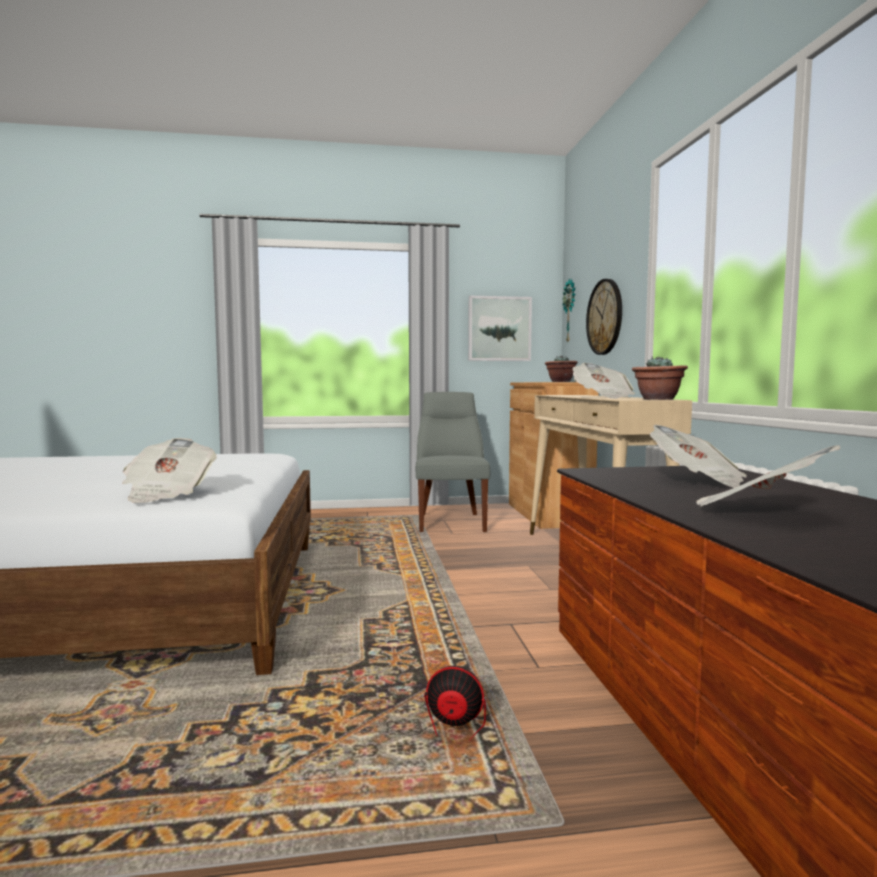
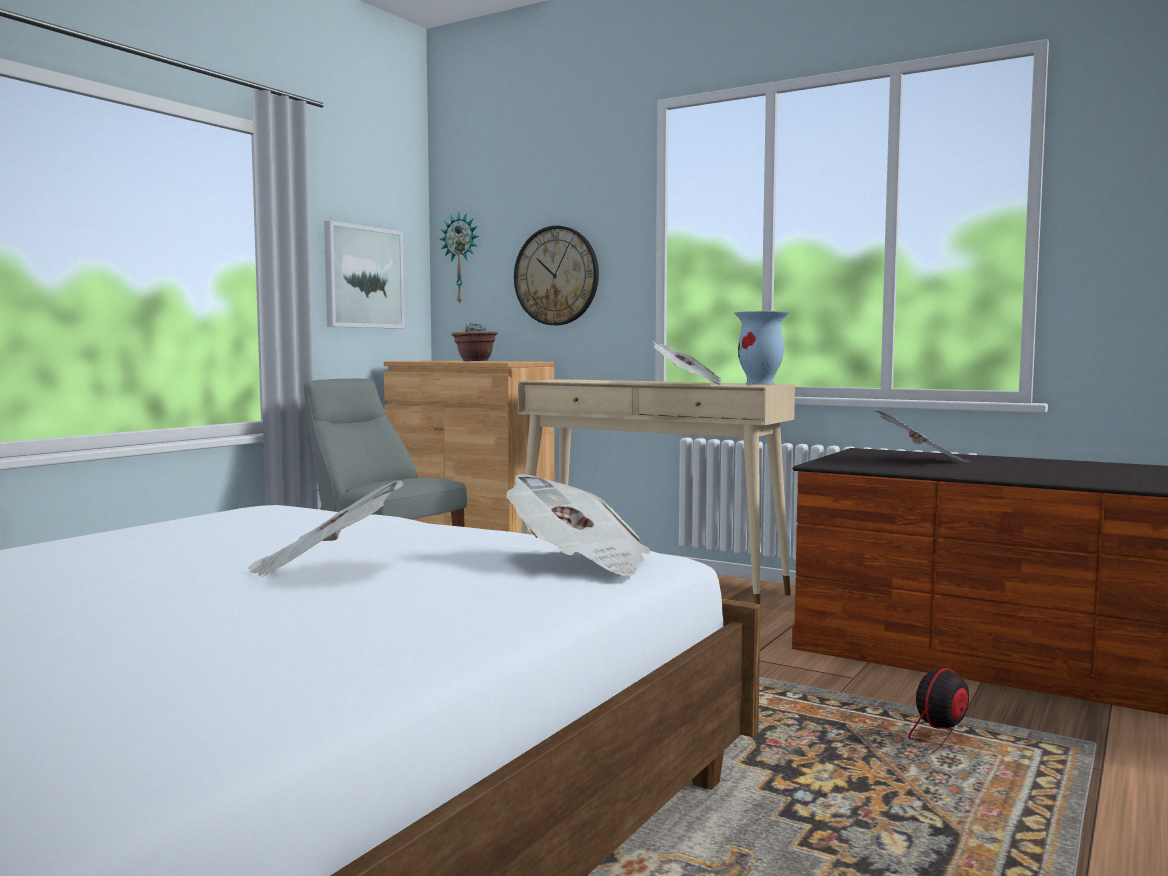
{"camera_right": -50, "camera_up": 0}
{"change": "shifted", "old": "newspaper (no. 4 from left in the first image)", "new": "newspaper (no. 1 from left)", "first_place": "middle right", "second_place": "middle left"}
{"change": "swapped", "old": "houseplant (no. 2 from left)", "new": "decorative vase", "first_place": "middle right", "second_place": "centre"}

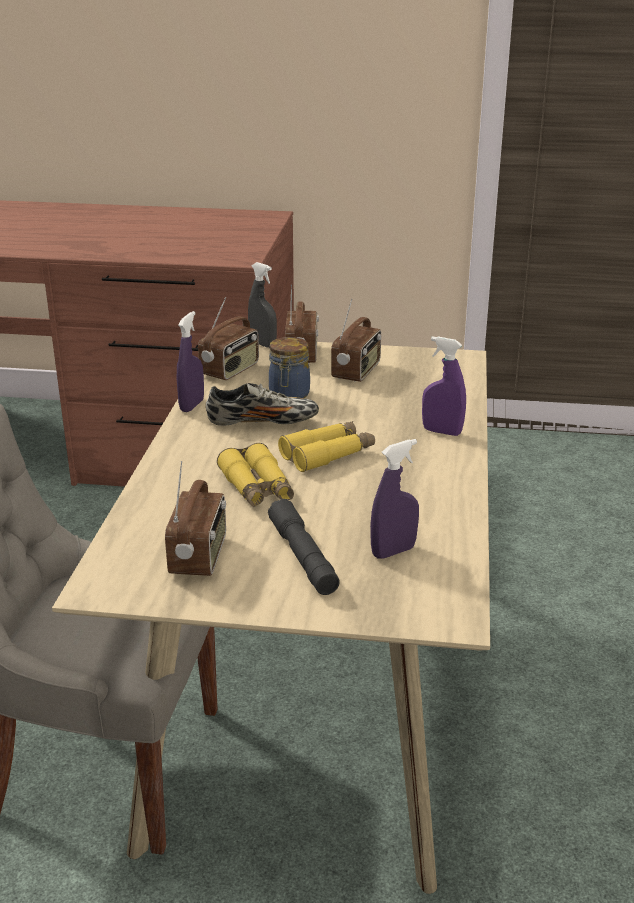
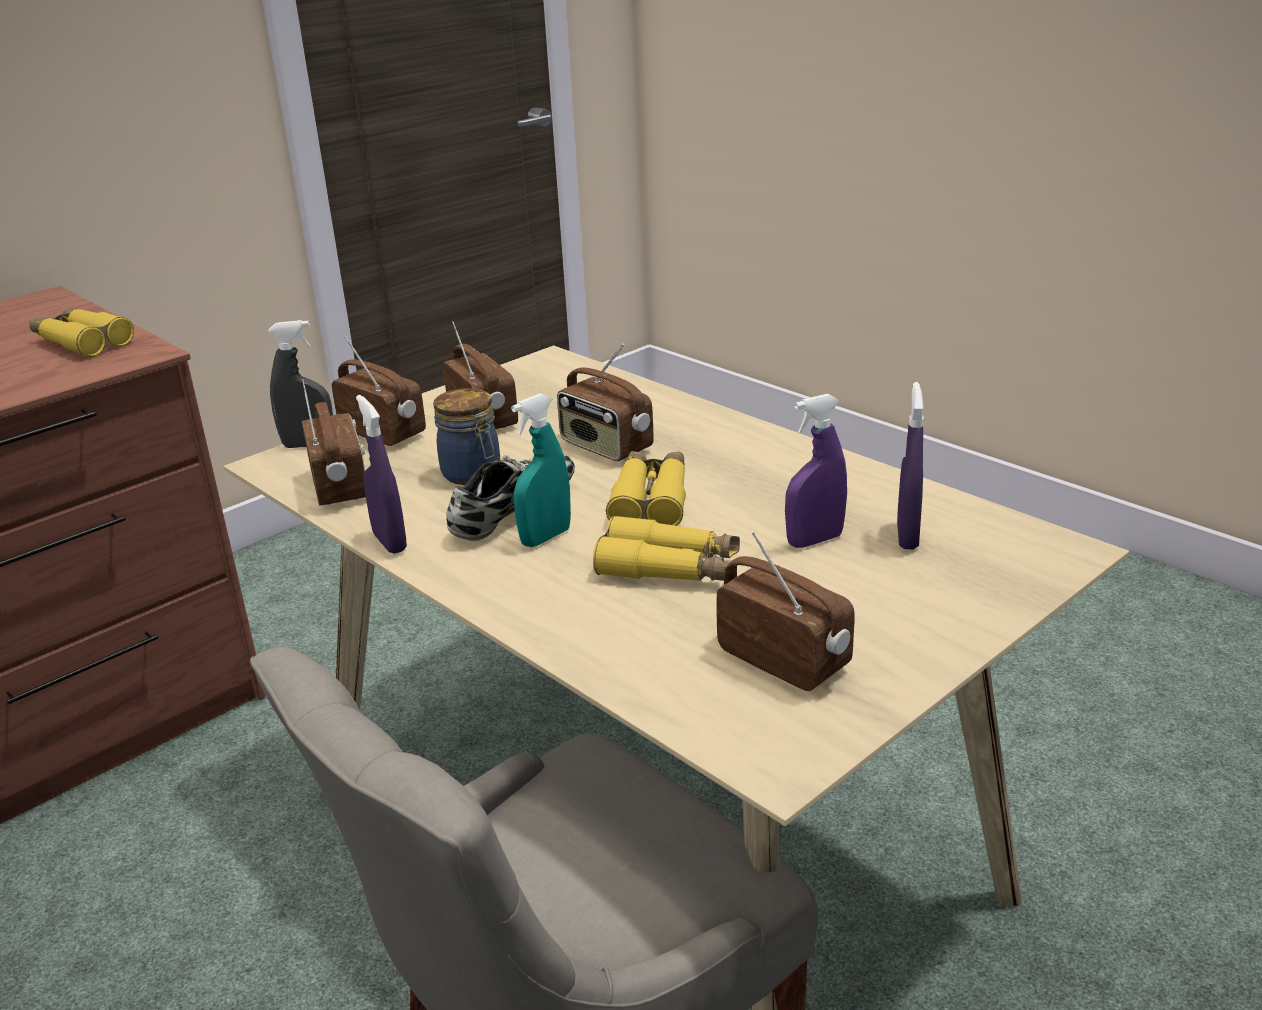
{"camera_right": -50, "camera_up": 0}
{"change": "gone", "old": "torch (gray)", "first_place": "centre"}
{"change": "new", "new": "field glasses (yellow) (no. 1 from left)", "second_place": "top left"}
{"change": "new", "new": "hand sprayer (turquoise-coloured)", "second_place": "centre"}
{"change": "new", "new": "radio (no. 4 from left)", "second_place": "centre"}
{"change": "shifted", "old": "hand sprayer (purple) (no. 3 from left in the first image)", "new": "hand sprayer (purple) (no. 2 from left)", "first_place": "middle right", "second_place": "centre"}

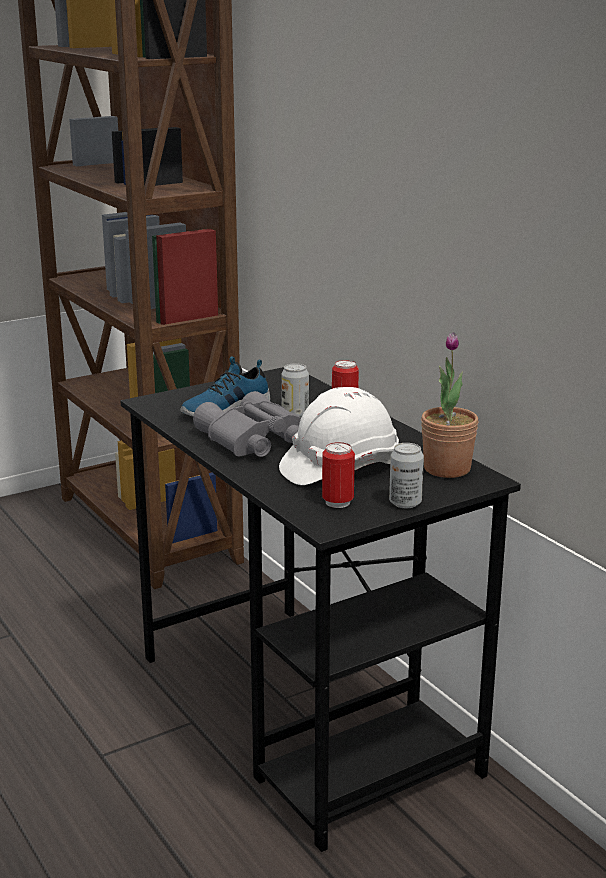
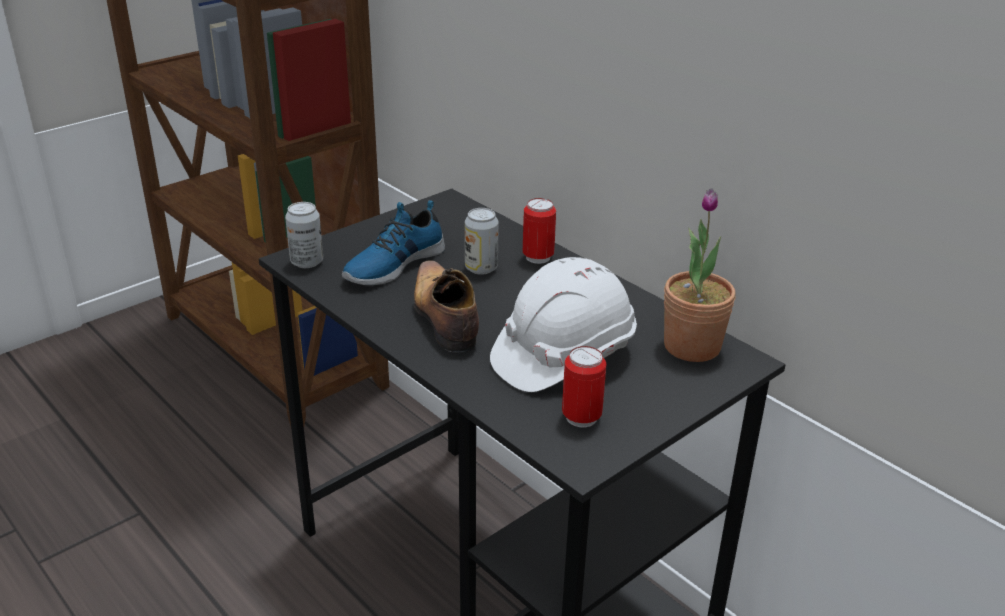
{"camera_right": -10, "camera_up": 10}
{"change": "shifted", "old": "can (no. 4 from left in the first image)", "new": "can (no. 1 from left)", "first_place": "middle right", "second_place": "middle left"}
{"change": "swapped", "old": "field glasses (gray)", "new": "low shoe (no. 2 from left)", "first_place": "centre", "second_place": "centre"}

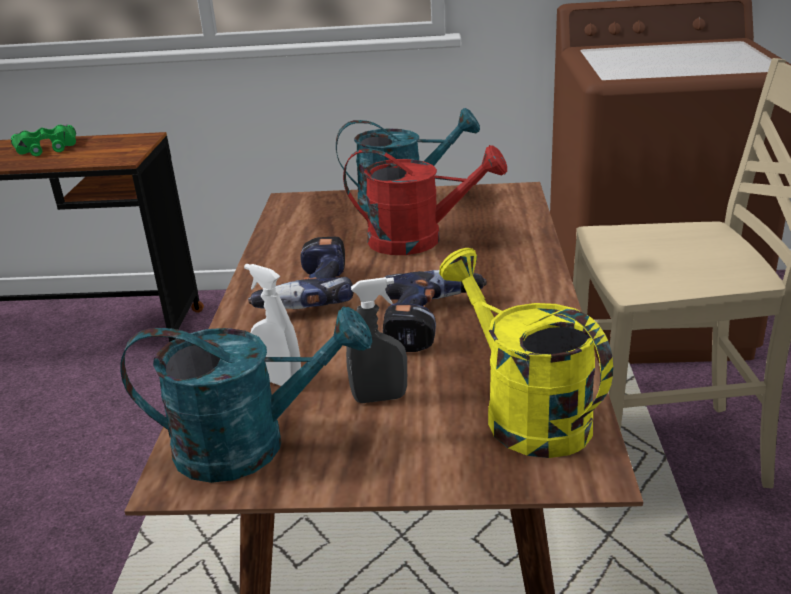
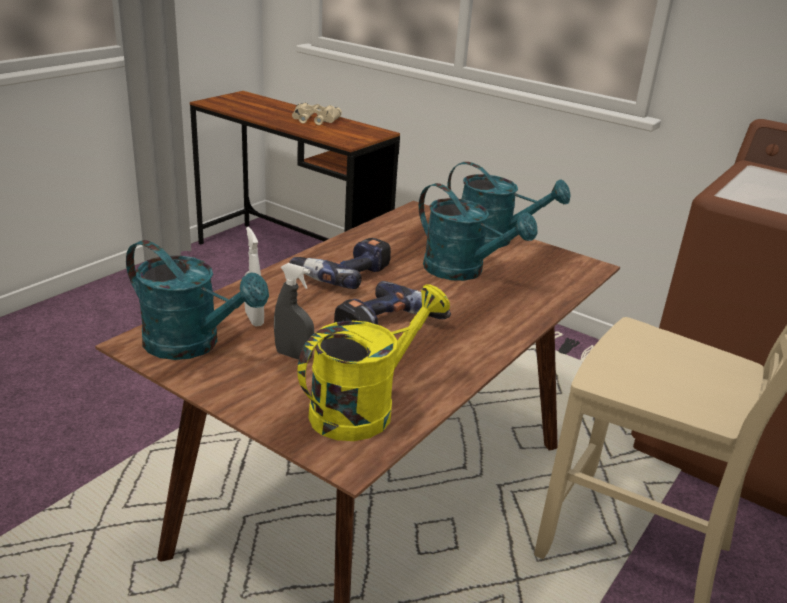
{"camera_right": 30, "camera_up": 0}
{"change": "repainted", "old": "field glasses (green)", "new": "field glasses (sand-coloured)", "first_place": "top left", "second_place": "top centre"}
{"change": "repainted", "old": "watering pot (red)", "new": "watering pot (turquoise-coloured) (no. 2 from left)", "first_place": "centre", "second_place": "centre"}
{"change": "rotated", "old": "watering pot (yellow)", "first_place": "centre", "second_place": "centre", "degrees": 45}

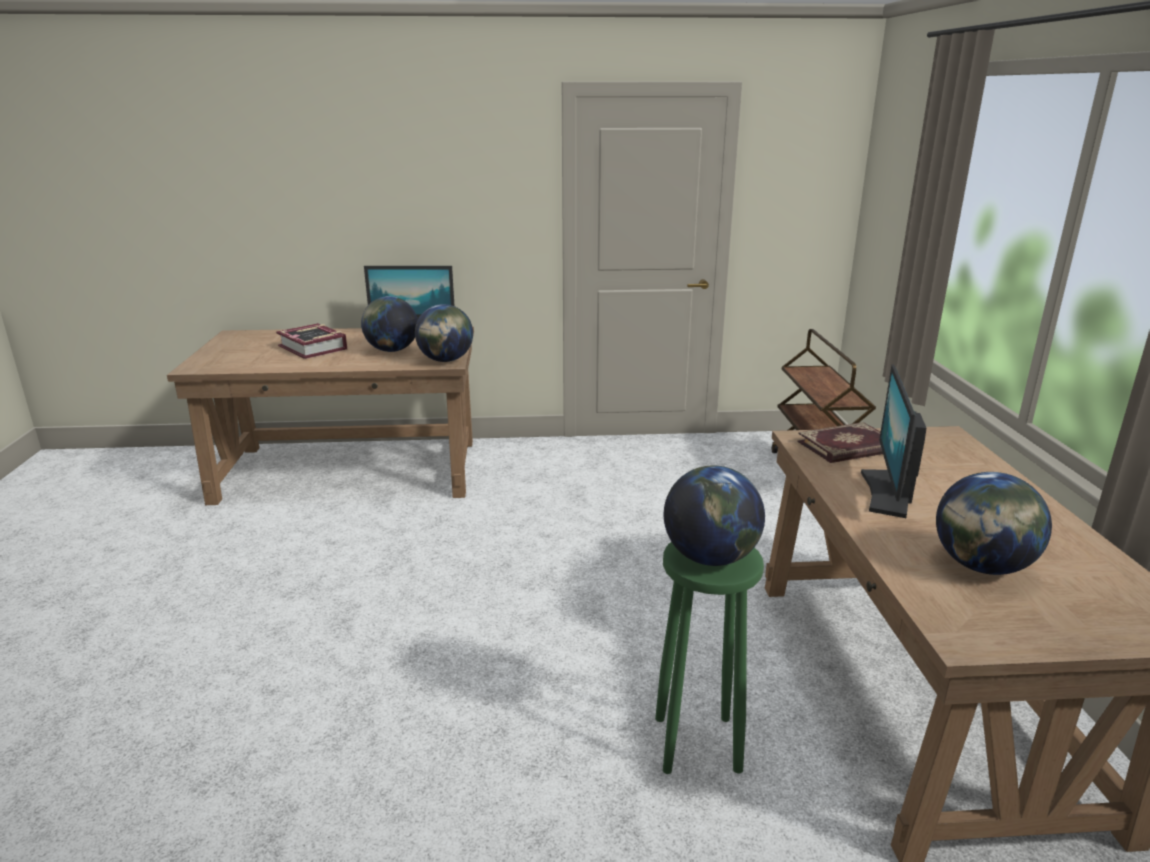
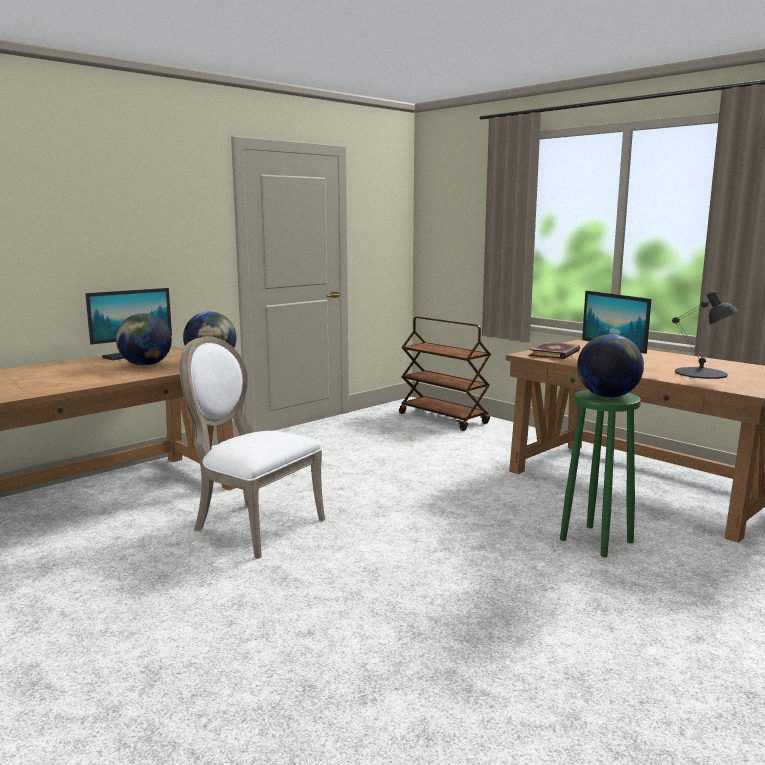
{"camera_right": -40, "camera_up": -10}
{"change": "gone", "old": "volume (no. 1 from left)", "first_place": "middle left"}
{"change": "new", "new": "upright chair (white)", "second_place": "middle left"}
{"change": "swapped", "old": "world globe (no. 4 from left)", "new": "tabletop lamp (blackish)", "first_place": "middle right", "second_place": "middle right"}

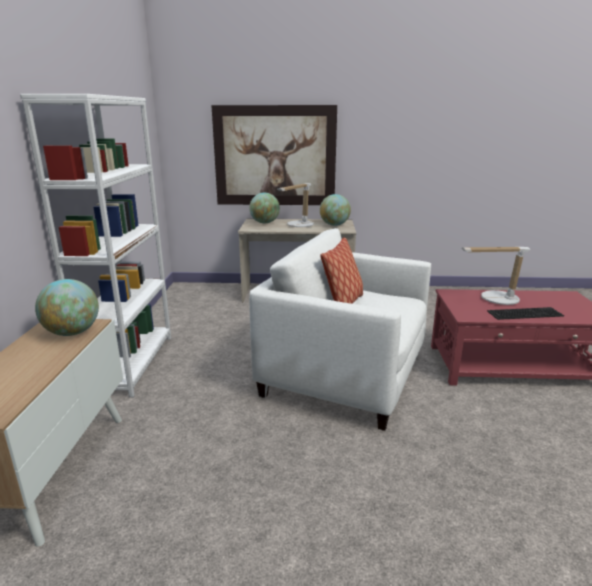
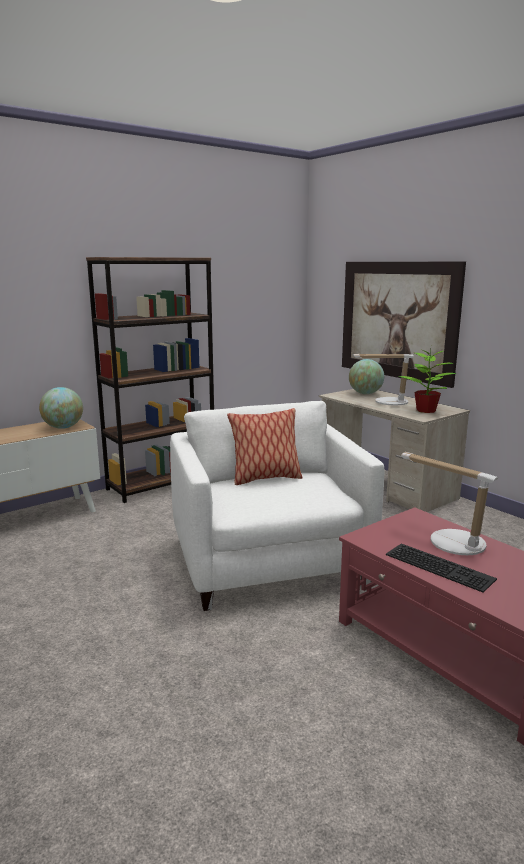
{"camera_right": 50, "camera_up": -5}
{"change": "swapped", "old": "world globe (no. 3 from left)", "new": "houseplant", "first_place": "centre", "second_place": "middle right"}
{"change": "repainted", "old": "bookshelf (white)", "new": "bookshelf (brown)", "first_place": "middle left", "second_place": "middle left"}

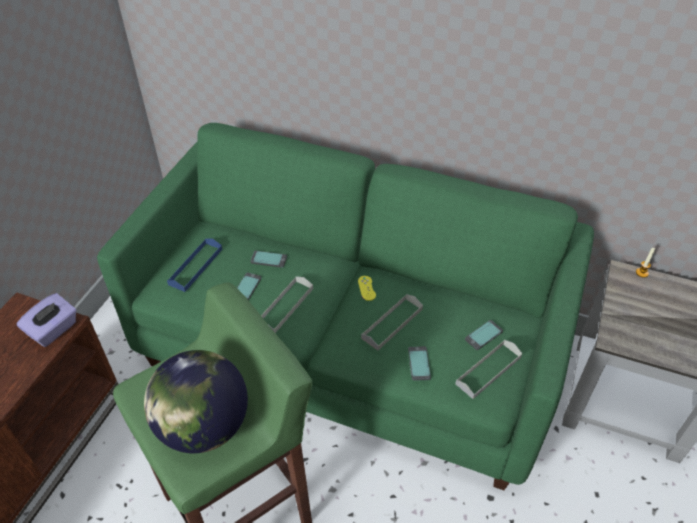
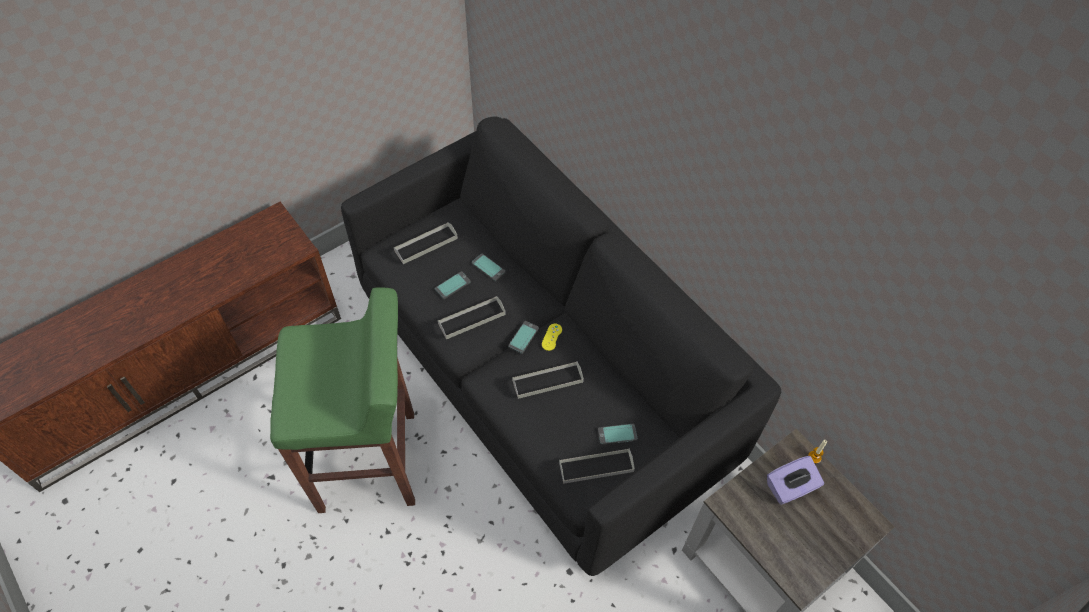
{"camera_right": 30, "camera_up": 10}
{"change": "gone", "old": "world globe", "first_place": "bottom left"}
{"change": "shifted", "old": "tissue holder (purple)", "first_place": "middle left", "second_place": "bottom right"}
{"change": "shifted", "old": "telephone (no. 3 from left)", "first_place": "bottom centre", "second_place": "centre"}
{"change": "repainted", "old": "settee (green)", "new": "settee (blackish)", "first_place": "centre", "second_place": "centre"}
{"change": "repainted", "old": "tray (blue)", "new": "tray (gray) (no. 1 from left)", "first_place": "middle left", "second_place": "centre"}

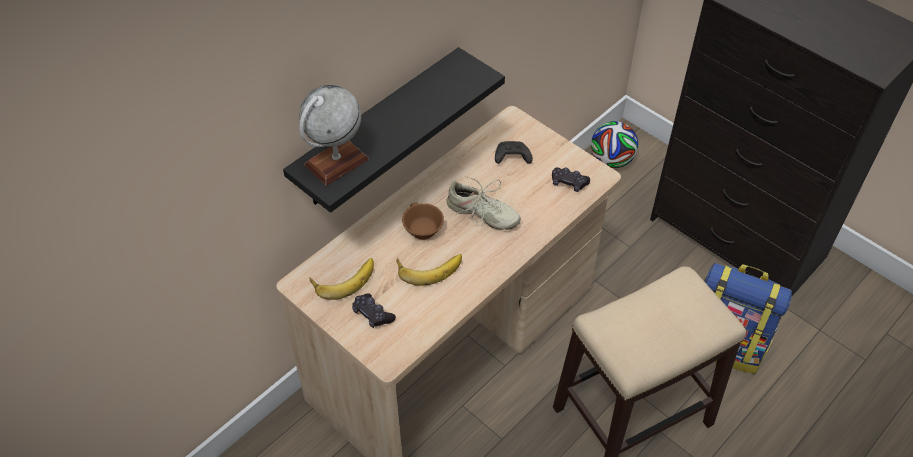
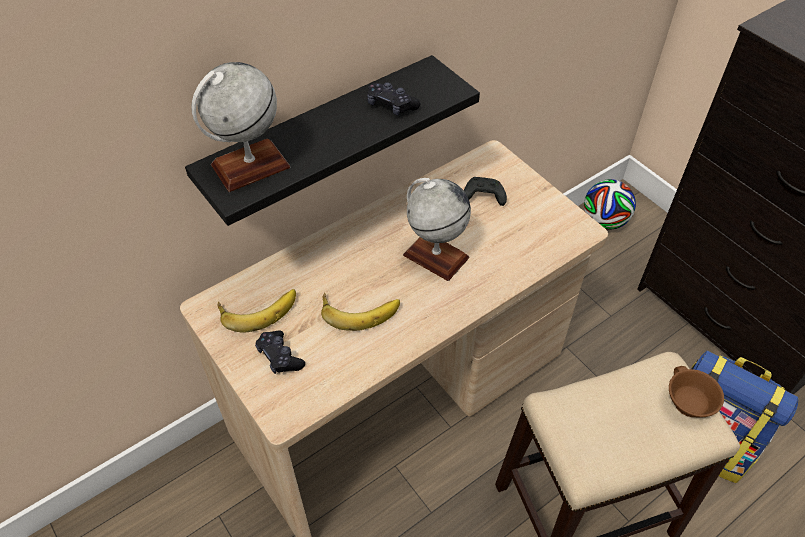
{"camera_right": 10, "camera_up": 0}
{"change": "shifted", "old": "small cup (brown)", "first_place": "centre", "second_place": "bottom right"}
{"change": "shifted", "old": "gamepad (blackish) (no. 3 from left in the first image)", "new": "gamepad (blackish) (no. 2 from left)", "first_place": "centre", "second_place": "top centre"}
{"change": "swapped", "old": "low shoe (sand-coloured)", "new": "world globe (no. 2 from left)", "first_place": "centre", "second_place": "centre"}

